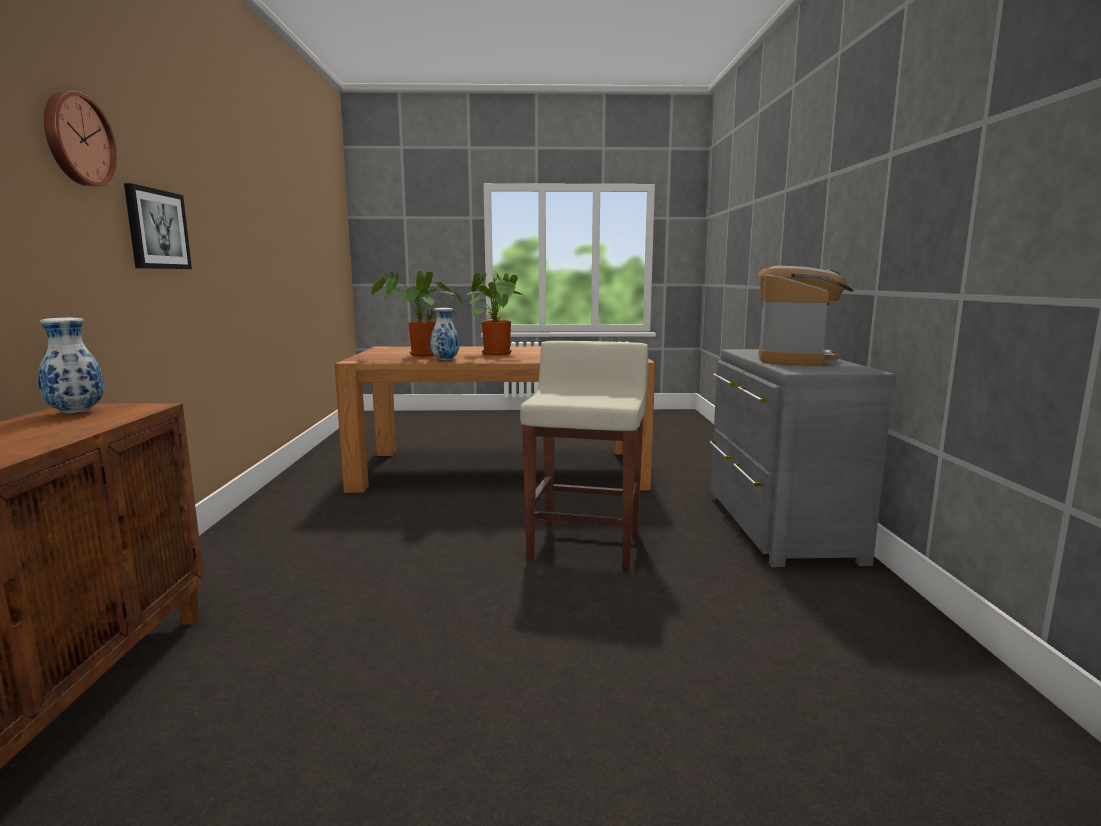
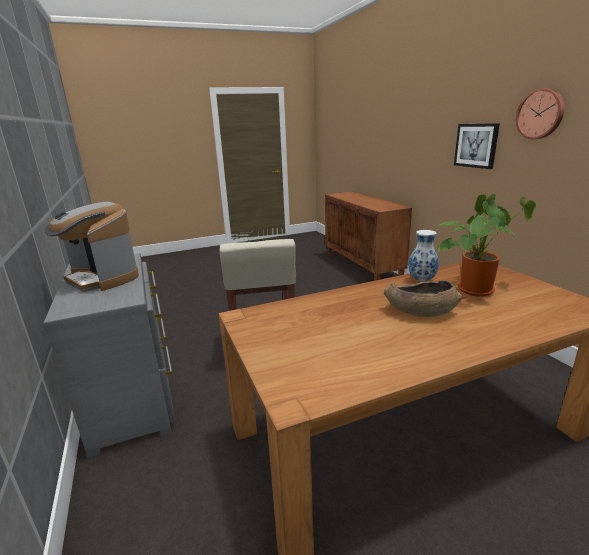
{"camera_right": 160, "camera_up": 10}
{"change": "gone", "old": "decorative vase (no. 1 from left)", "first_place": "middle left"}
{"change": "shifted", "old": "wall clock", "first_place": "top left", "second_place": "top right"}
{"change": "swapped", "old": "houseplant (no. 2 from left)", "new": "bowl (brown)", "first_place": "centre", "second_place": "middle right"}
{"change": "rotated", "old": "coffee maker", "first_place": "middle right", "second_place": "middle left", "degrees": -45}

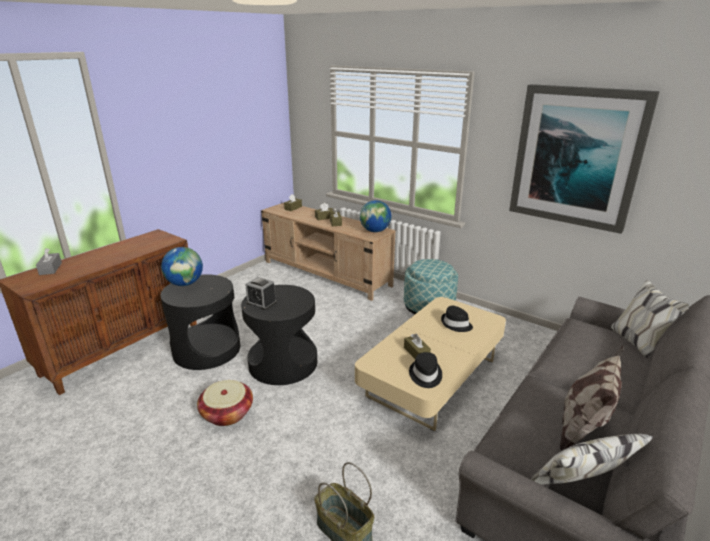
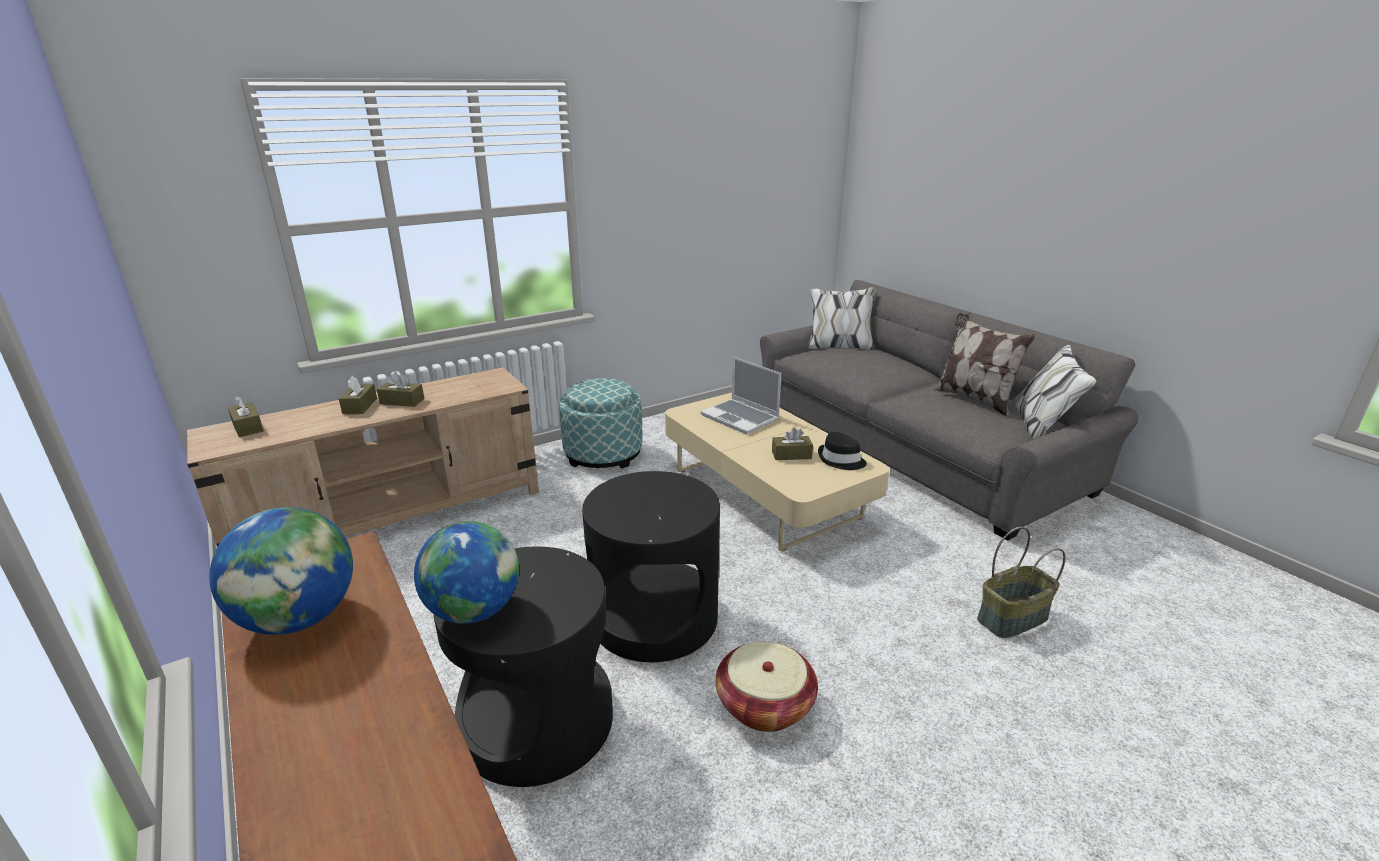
{"camera_right": -70, "camera_up": 0}
{"change": "gone", "old": "tissue holder (gray)", "first_place": "middle left"}
{"change": "gone", "old": "bedside clock", "first_place": "centre"}
{"change": "gone", "old": "wall picture", "first_place": "top right"}
{"change": "shifted", "old": "world globe (no. 2 from left in the first image)", "new": "world globe (no. 1 from left)", "first_place": "centre", "second_place": "middle left"}
{"change": "swapped", "old": "wearable hat (blackish) (no. 2 from left)", "new": "laptop", "first_place": "centre", "second_place": "centre"}

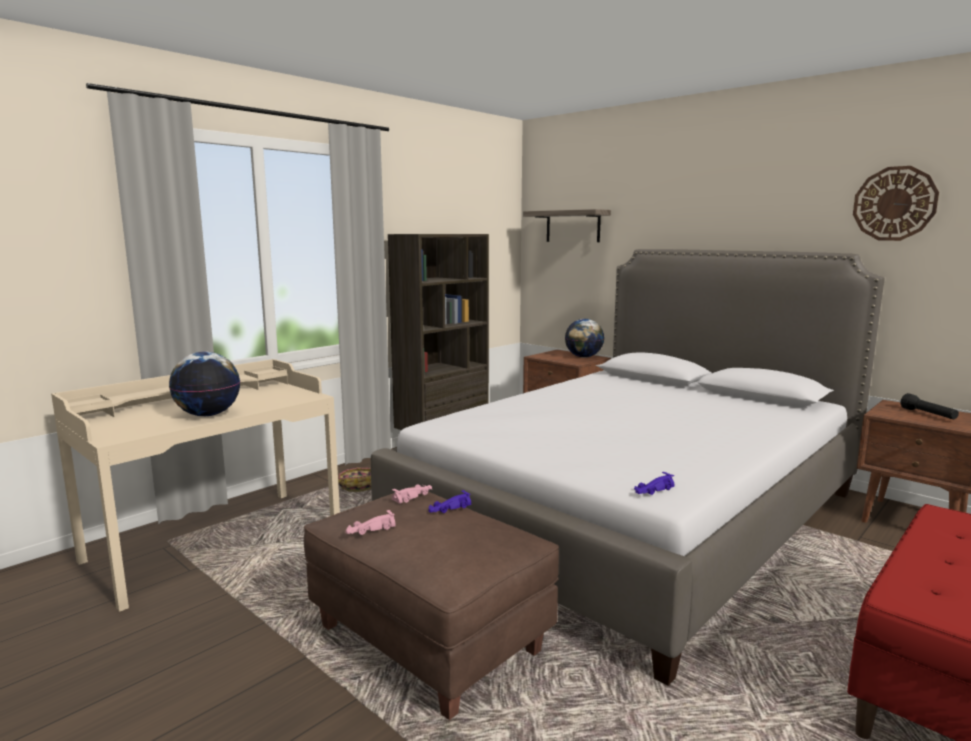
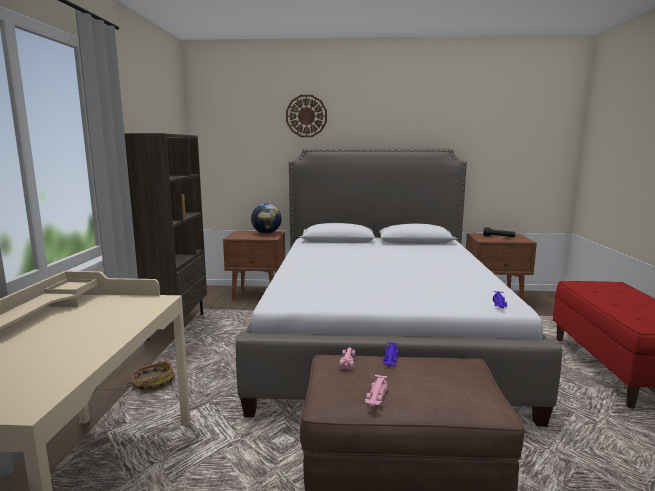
{"camera_right": -40, "camera_up": 0}
{"change": "gone", "old": "world globe (no. 1 from left)", "first_place": "middle left"}
{"change": "gone", "old": "shelf", "first_place": "top centre"}
{"change": "shifted", "old": "wall clock", "first_place": "top right", "second_place": "top centre"}

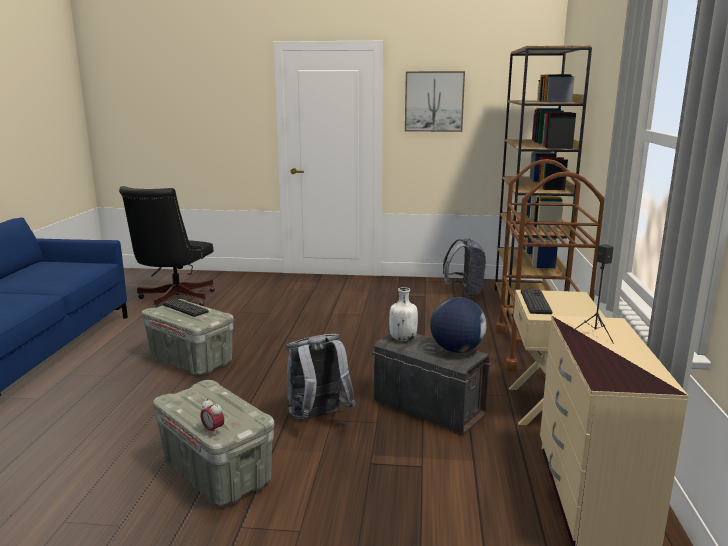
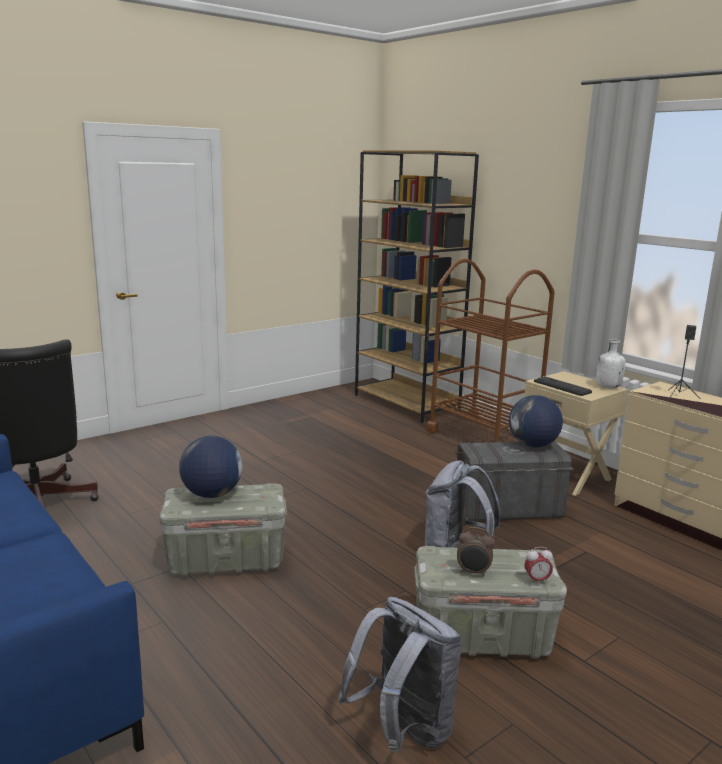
{"camera_right": -45, "camera_up": 0}
{"change": "gone", "old": "wall picture", "first_place": "top centre"}
{"change": "new", "new": "bedside clock (no. 1 from left)", "second_place": "bottom centre"}
{"change": "shifted", "old": "bottle (white)", "first_place": "centre", "second_place": "middle right"}
{"change": "shifted", "old": "knapsack (gray) (no. 2 from left in the first image)", "new": "knapsack (gray) (no. 1 from left)", "first_place": "centre", "second_place": "bottom centre"}
{"change": "swapped", "old": "computer keyboard (no. 1 from left)", "new": "world globe (no. 1 from left)", "first_place": "middle left", "second_place": "middle left"}

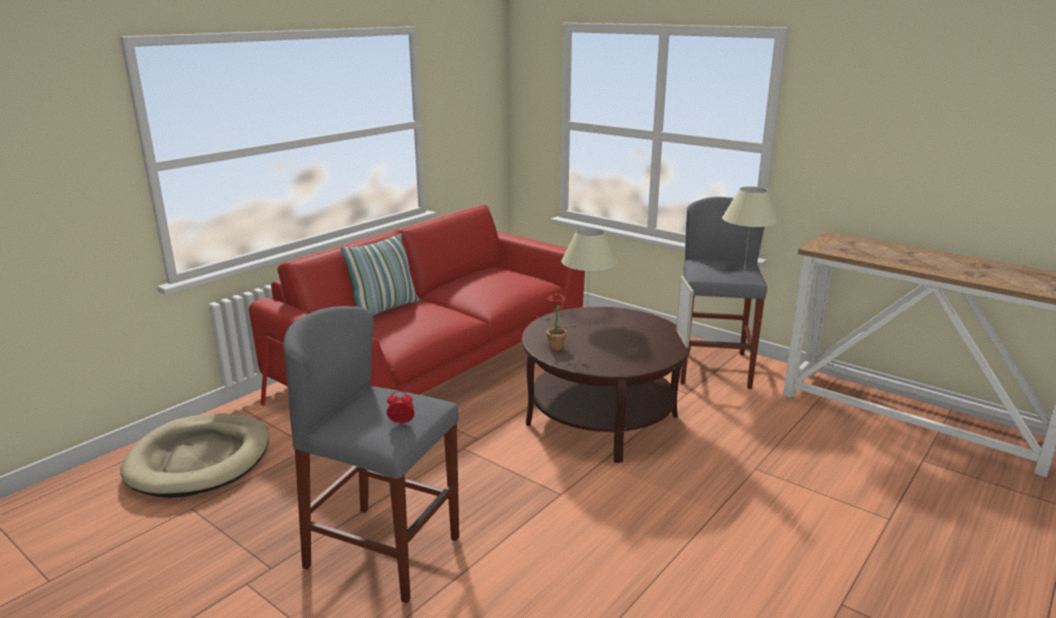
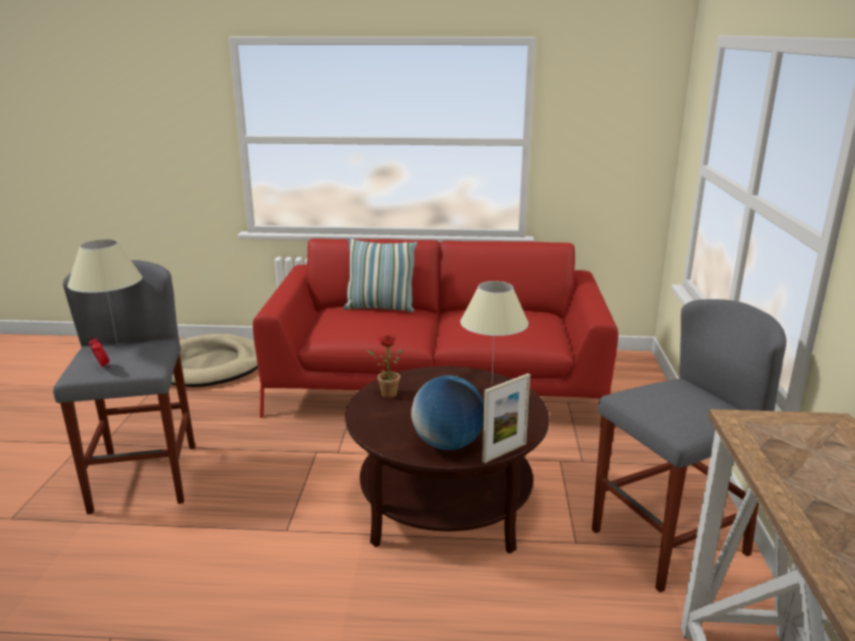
{"camera_right": 55, "camera_up": 0}
{"change": "new", "new": "world globe", "second_place": "centre"}
{"change": "shifted", "old": "tabletop lamp (sand-coloured) (no. 2 from left in the first image)", "new": "tabletop lamp (sand-coloured) (no. 1 from left)", "first_place": "middle right", "second_place": "middle left"}

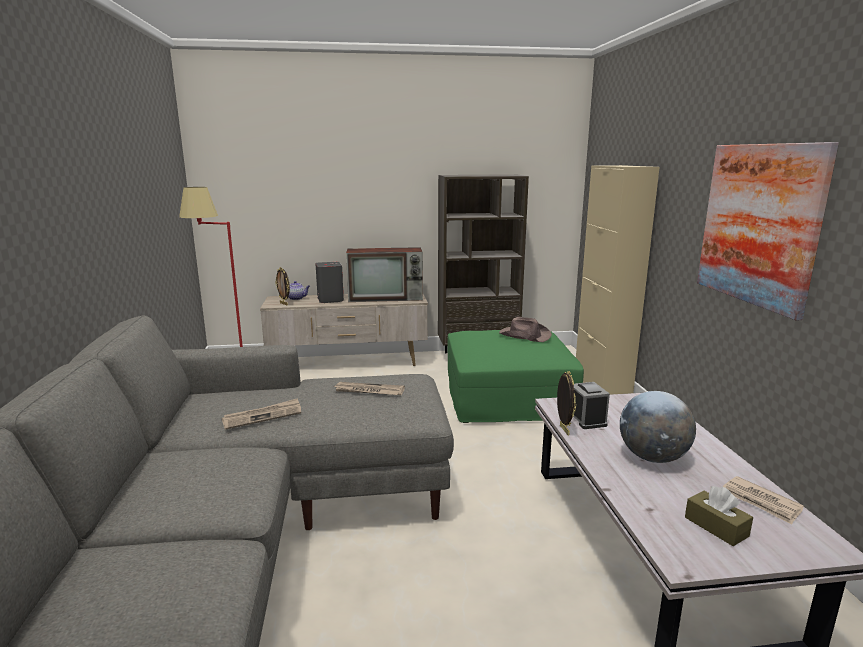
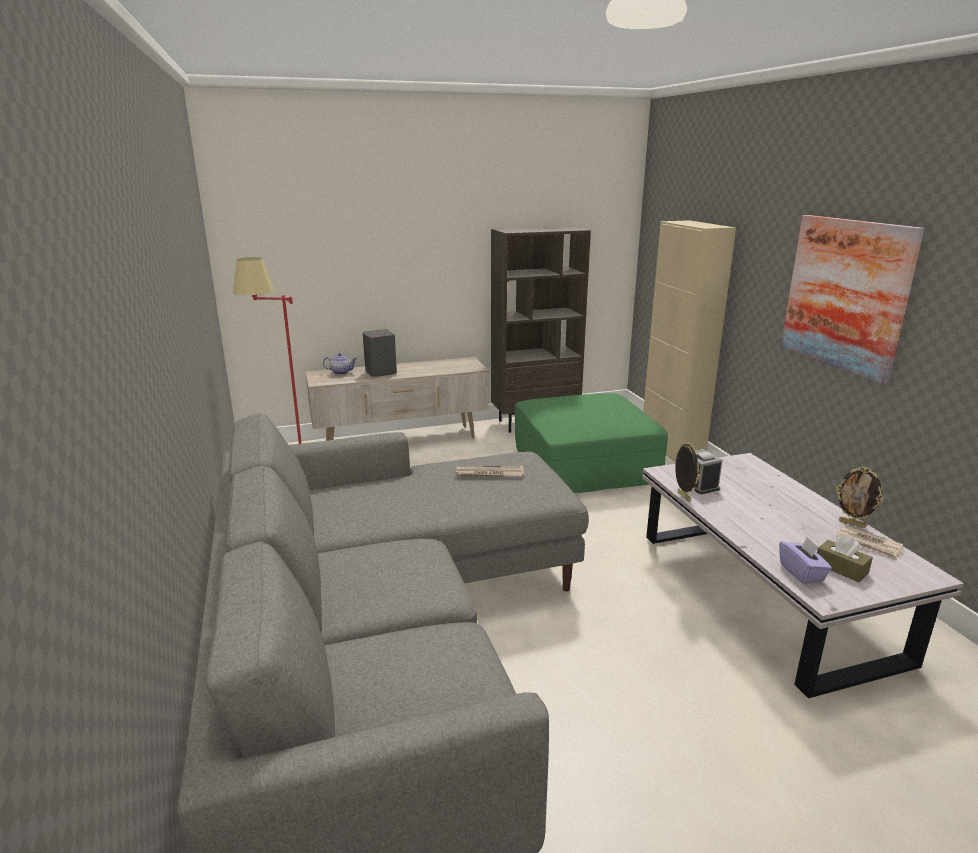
{"camera_right": -10, "camera_up": 5}
{"change": "gone", "old": "newspaper (no. 1 from left)", "first_place": "middle left"}
{"change": "gone", "old": "TV set", "first_place": "centre"}
{"change": "gone", "old": "wearable hat (brown)", "first_place": "centre"}
{"change": "gone", "old": "world globe", "first_place": "middle right"}
{"change": "new", "new": "tissue holder (purple)", "second_place": "middle right"}
{"change": "shifted", "old": "picture frame (no. 1 from left in the first image)", "new": "picture frame (no. 2 from left)", "first_place": "middle left", "second_place": "middle right"}

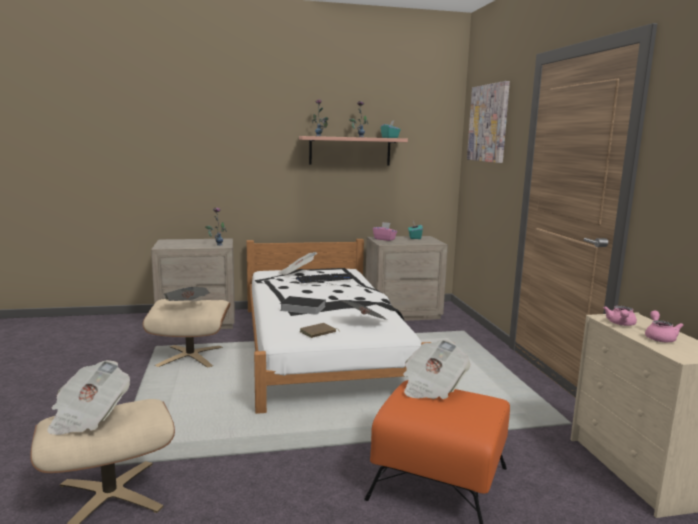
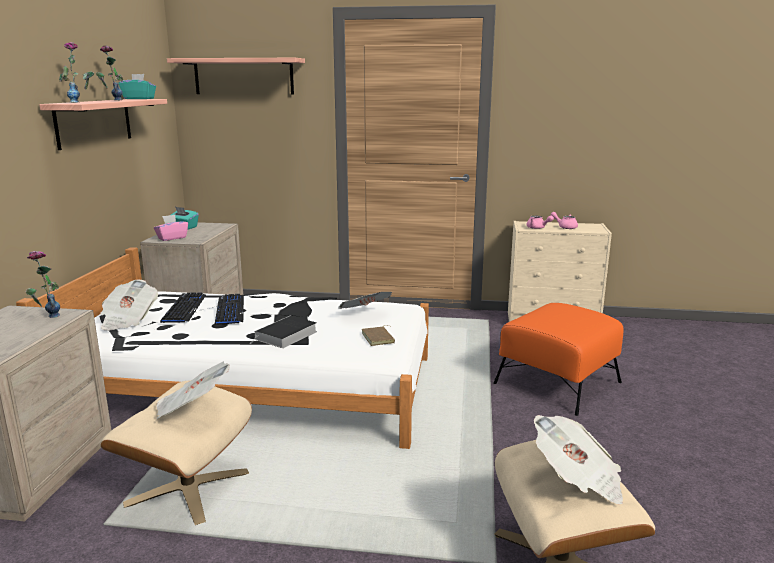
{"camera_right": -70, "camera_up": 5}
{"change": "gone", "old": "newspaper (no. 5 from left)", "first_place": "bottom centre"}
{"change": "new", "new": "computer keyboard (no. 2 from left)", "second_place": "middle left"}
{"change": "swapped", "old": "wall picture", "new": "shelf (no. 2 from left)", "first_place": "top right", "second_place": "top left"}

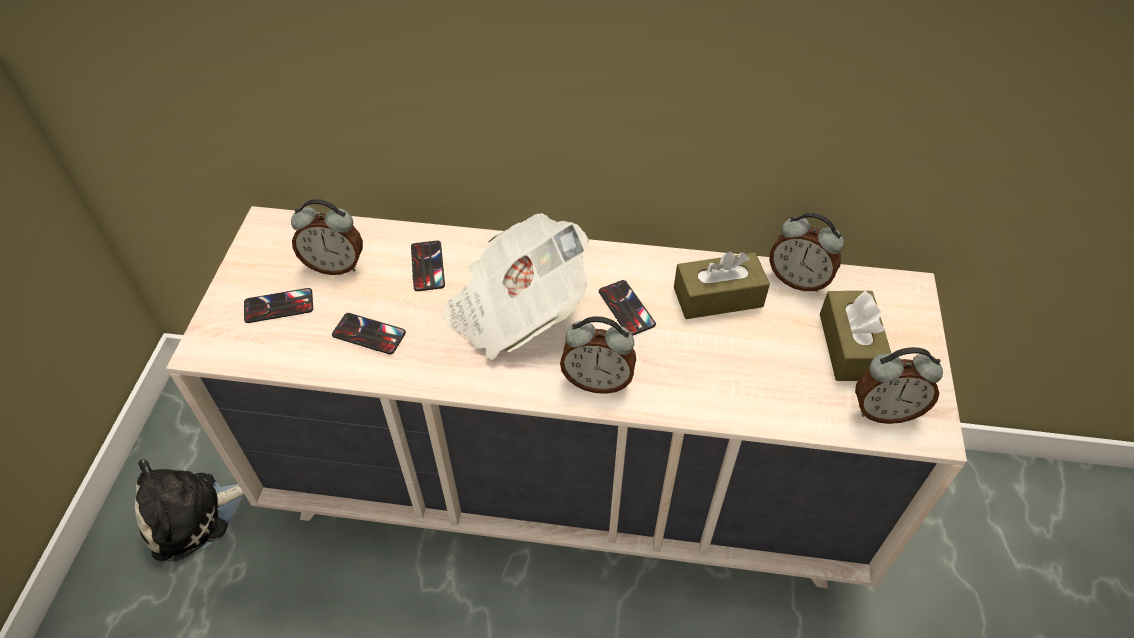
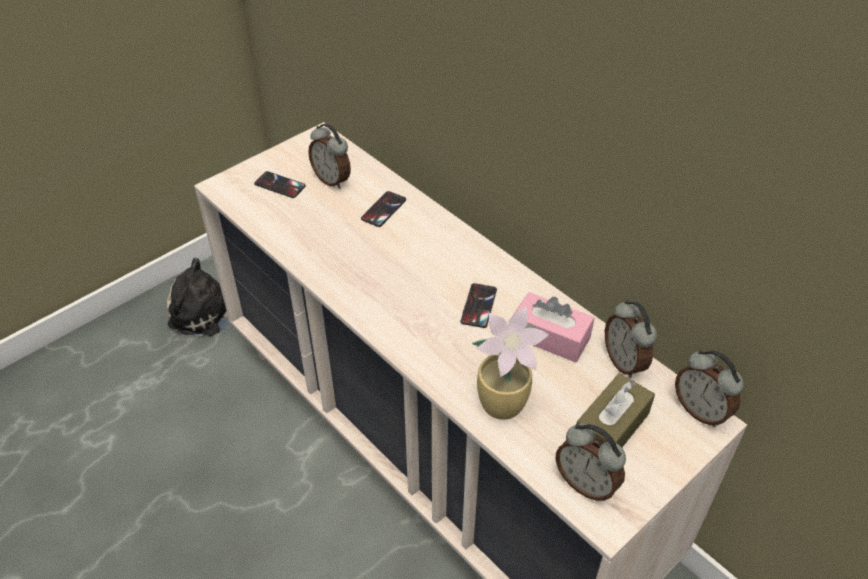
{"camera_right": 40, "camera_up": -5}
{"change": "gone", "old": "telephone (no. 2 from left)", "first_place": "middle left"}
{"change": "gone", "old": "newspaper", "first_place": "centre"}
{"change": "new", "new": "houseplant", "second_place": "centre"}
{"change": "shifted", "old": "bedside clock (no. 2 from left in the first image)", "new": "bedside clock (no. 4 from left)", "first_place": "centre", "second_place": "bottom right"}
{"change": "repainted", "old": "tissue holder (brown) (no. 1 from left)", "new": "tissue holder (pinkish)", "first_place": "centre", "second_place": "centre"}

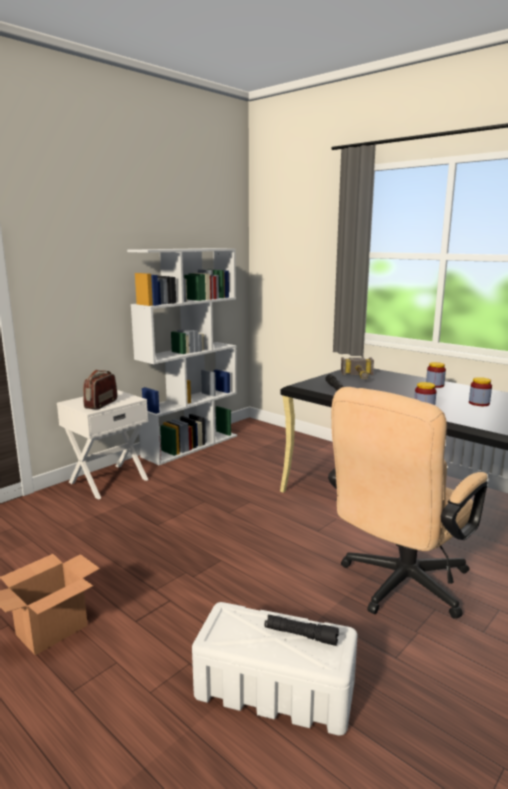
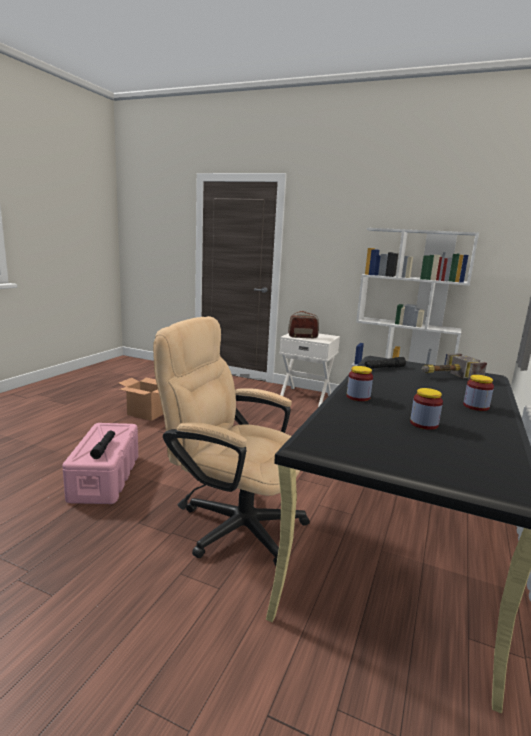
{"camera_right": 70, "camera_up": 0}
{"change": "repainted", "old": "storage box (white)", "new": "storage box (pinkish)", "first_place": "bottom centre", "second_place": "middle left"}

